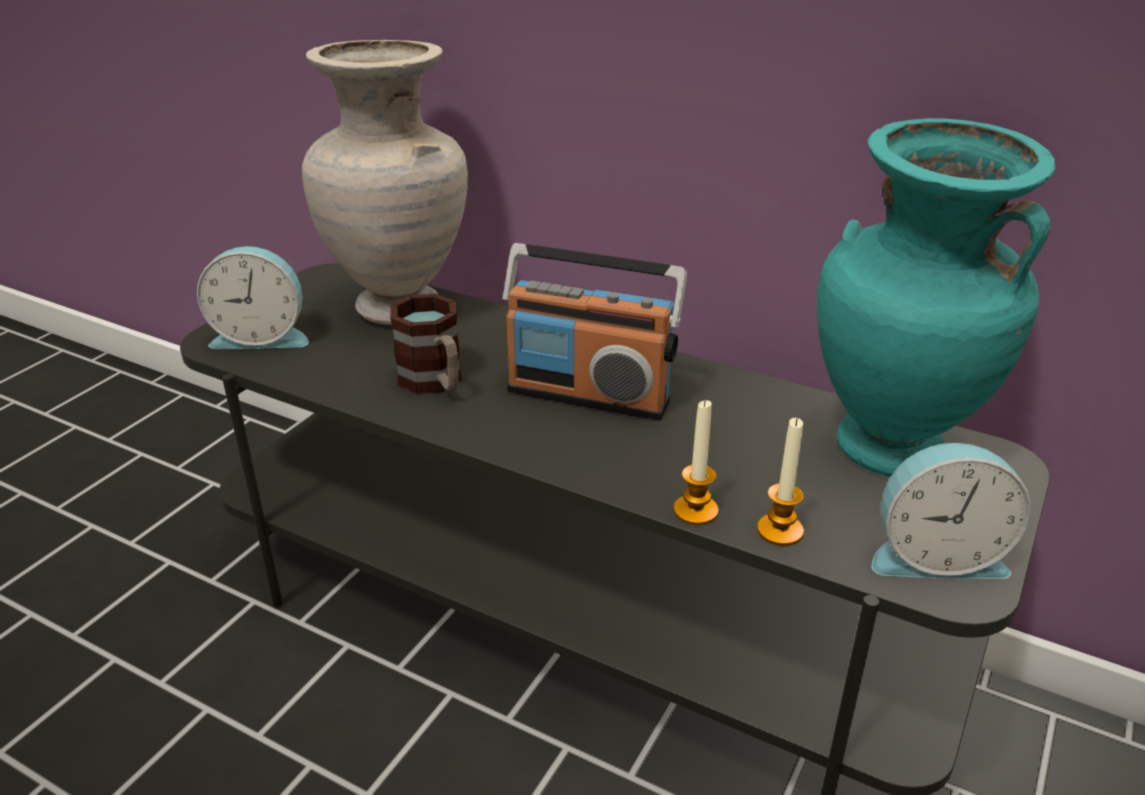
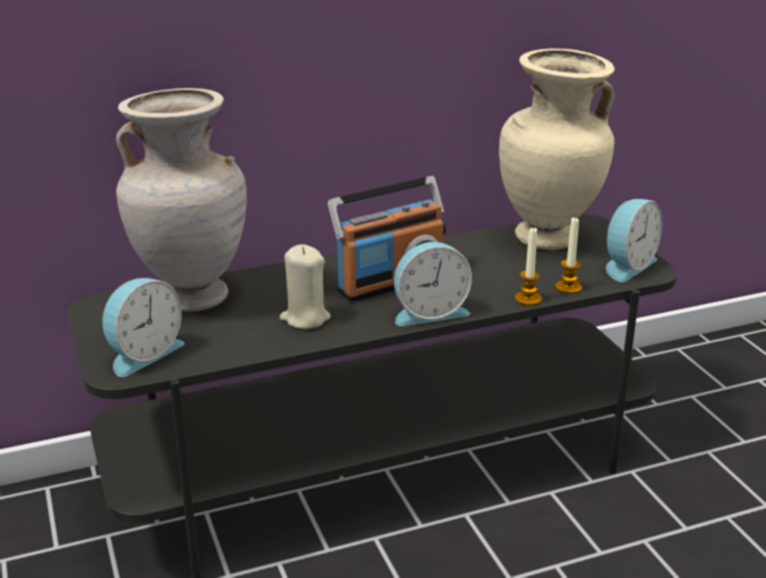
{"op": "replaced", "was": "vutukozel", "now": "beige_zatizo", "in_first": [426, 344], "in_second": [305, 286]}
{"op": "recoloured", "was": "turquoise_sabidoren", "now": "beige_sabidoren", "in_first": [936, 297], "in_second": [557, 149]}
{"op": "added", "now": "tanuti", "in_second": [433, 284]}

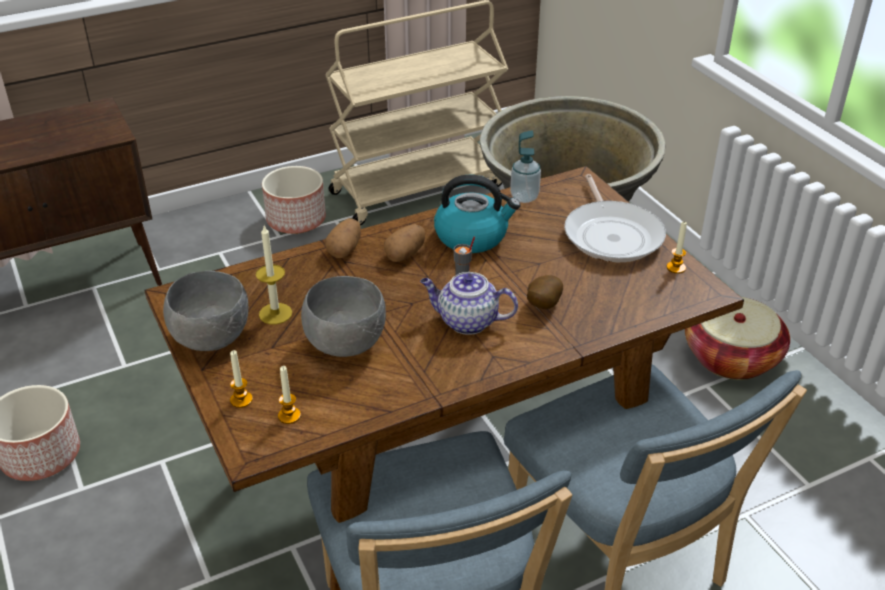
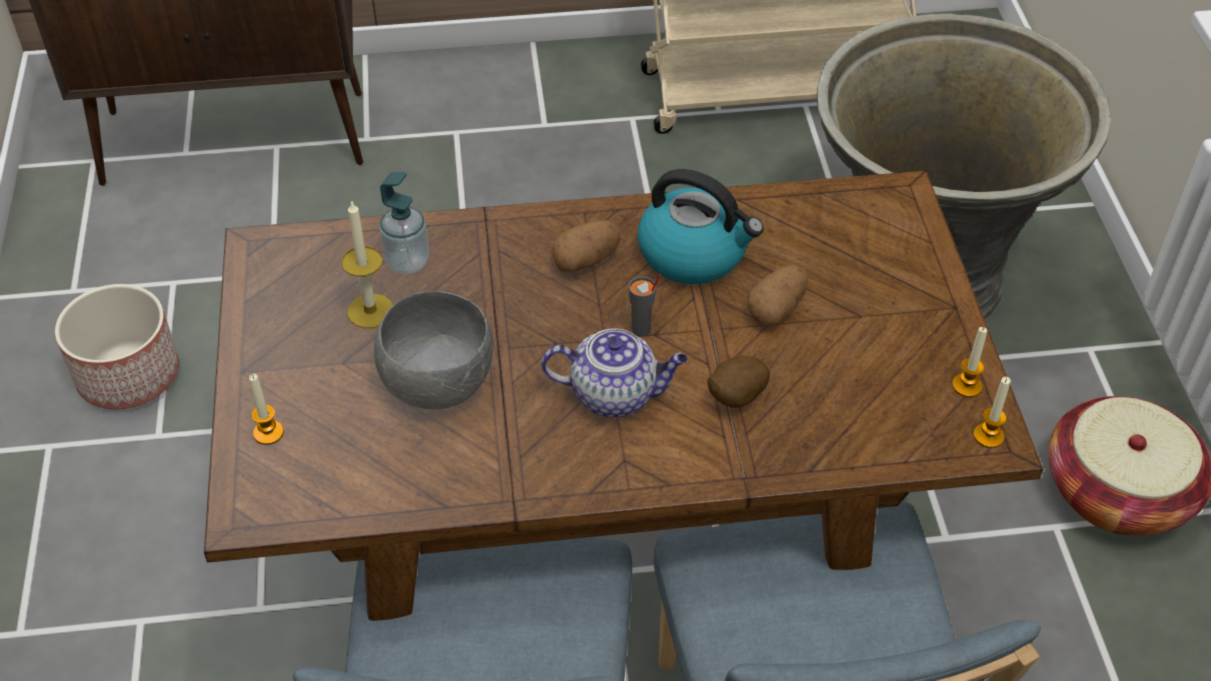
{"op": "removed", "was": "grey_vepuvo", "in_first": [205, 311]}
{"op": "removed", "was": "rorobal", "in_first": [294, 200]}
{"op": "moved", "was": "zatizo", "in_first": [289, 395], "in_second": [992, 412]}
{"op": "moved", "was": "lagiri", "in_first": [343, 238], "in_second": [777, 296]}
{"op": "turned", "was": "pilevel", "in_first": [469, 303], "in_second": [614, 372], "clockwise": 150}
{"op": "moved", "was": "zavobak", "in_first": [525, 166], "in_second": [404, 223]}
{"op": "removed", "was": "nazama", "in_first": [615, 218]}

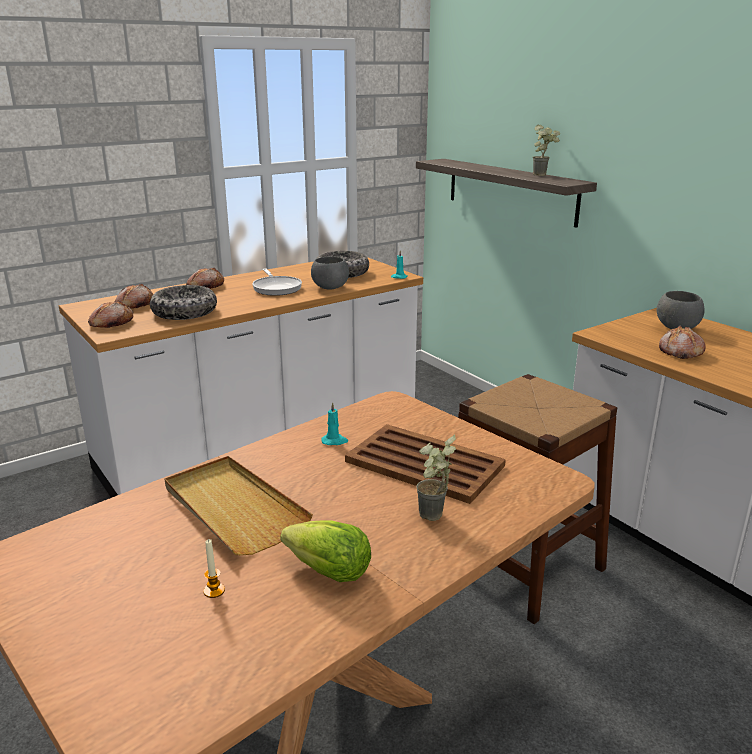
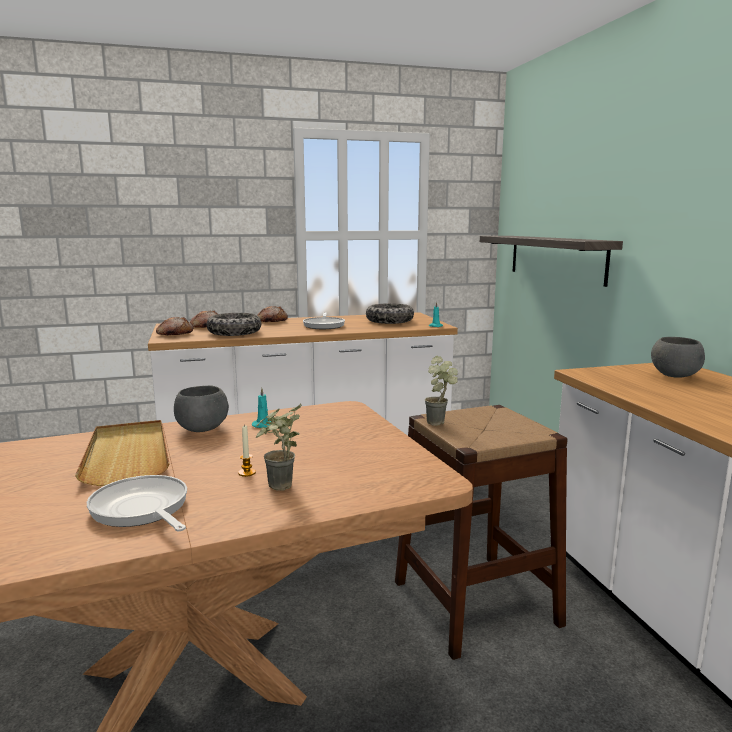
{"op": "moved", "was": "zatizo", "in_first": [214, 568], "in_second": [247, 451]}
{"op": "replaced", "was": "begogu", "now": "nazama", "in_first": [325, 551], "in_second": [137, 503]}
{"op": "moved", "was": "grey_vepuvo", "in_first": [330, 273], "in_second": [201, 409]}
{"op": "removed", "was": "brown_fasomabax", "in_first": [425, 464]}
{"op": "moved", "was": "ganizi", "in_first": [546, 150], "in_second": [441, 391]}
{"op": "removed", "was": "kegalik", "in_first": [682, 342]}

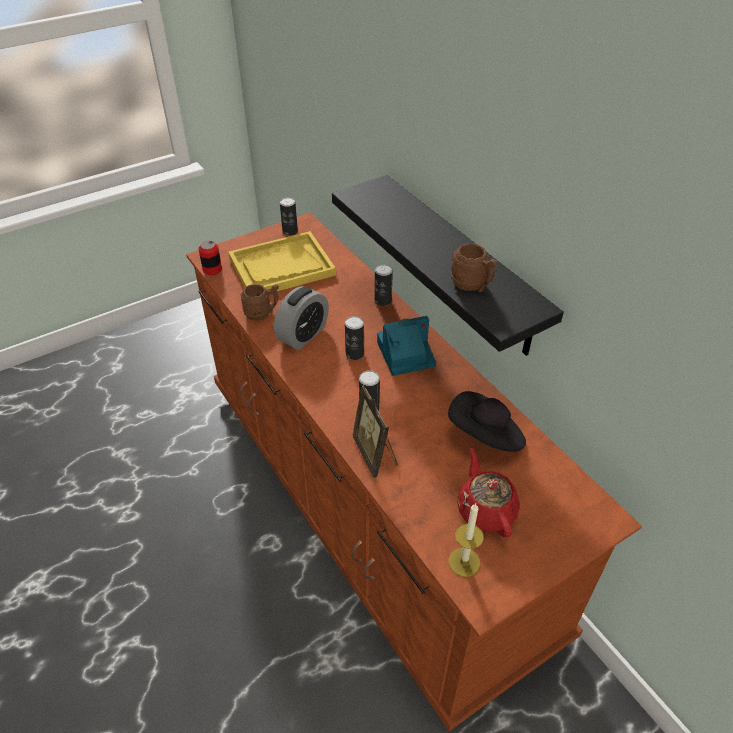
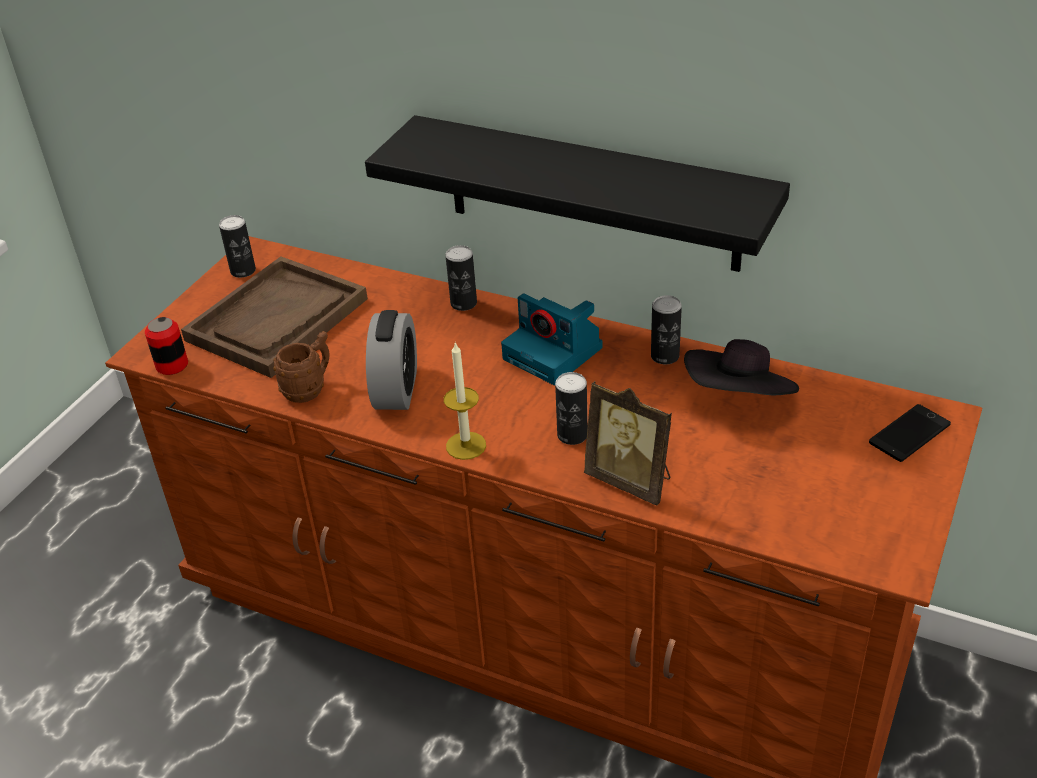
{"op": "recoloured", "was": "yellow_fasomabax", "now": "brown_fasomabax", "in_first": [282, 261], "in_second": [274, 317]}
{"op": "moved", "was": "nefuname", "in_first": [354, 338], "in_second": [666, 329]}
{"op": "turned", "was": "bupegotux", "in_first": [406, 346], "in_second": [552, 339], "clockwise": -90}
{"op": "moved", "was": "zatizo", "in_first": [466, 540], "in_second": [465, 401]}
{"op": "removed", "was": "brown_vutukozel", "in_first": [474, 267]}
{"op": "removed", "was": "red_pilevel", "in_first": [488, 492]}
{"op": "added", "now": "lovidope", "in_second": [910, 433]}

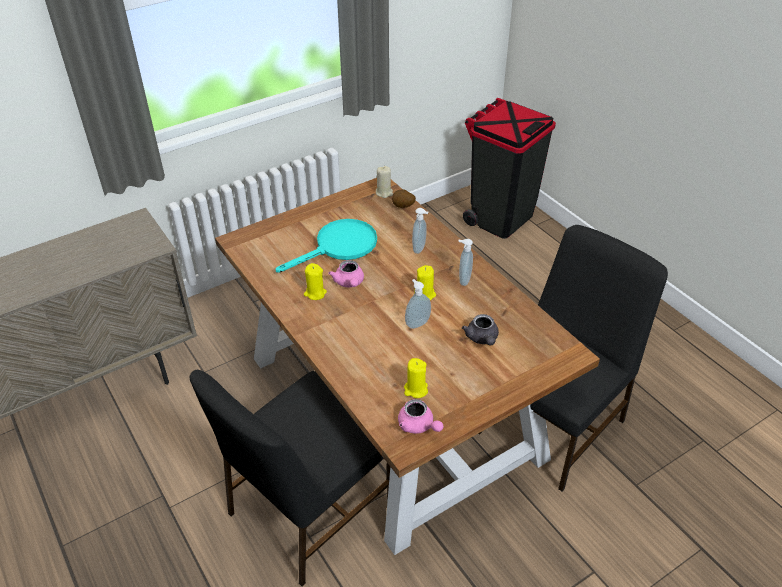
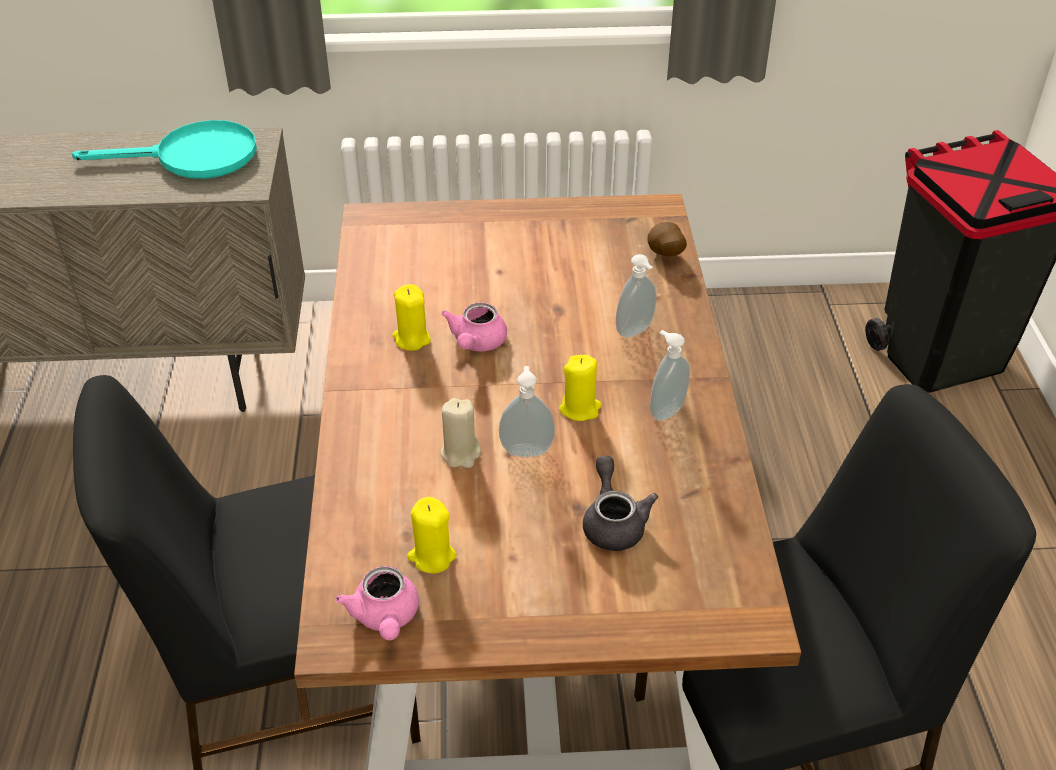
{"op": "moved", "was": "turquoise_nazama", "in_first": [326, 246], "in_second": [164, 149]}
{"op": "moved", "was": "beige_zatizo", "in_first": [384, 182], "in_second": [460, 433]}
{"op": "turned", "was": "grey_pilevel", "in_first": [480, 330], "in_second": [620, 503], "clockwise": 150}

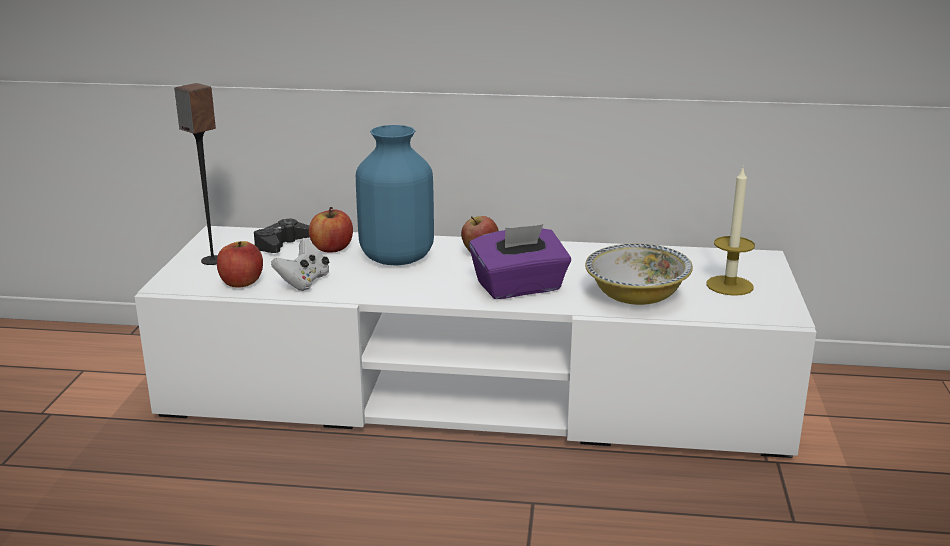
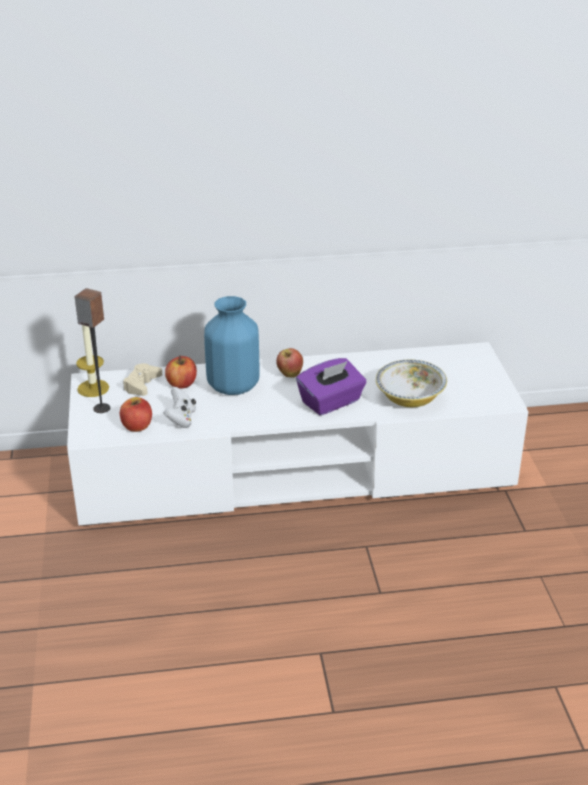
{"op": "recoloured", "was": "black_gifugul", "now": "beige_gifugul", "in_first": [281, 236], "in_second": [142, 379]}
{"op": "moved", "was": "zatizo", "in_first": [730, 232], "in_second": [92, 361]}

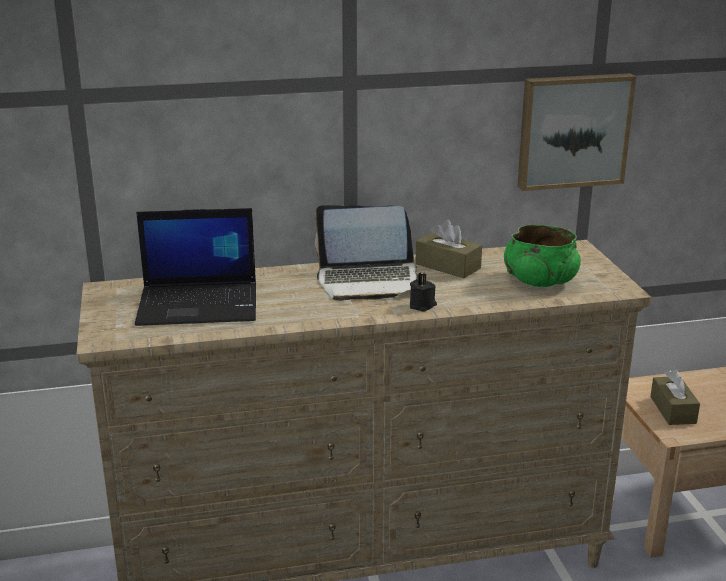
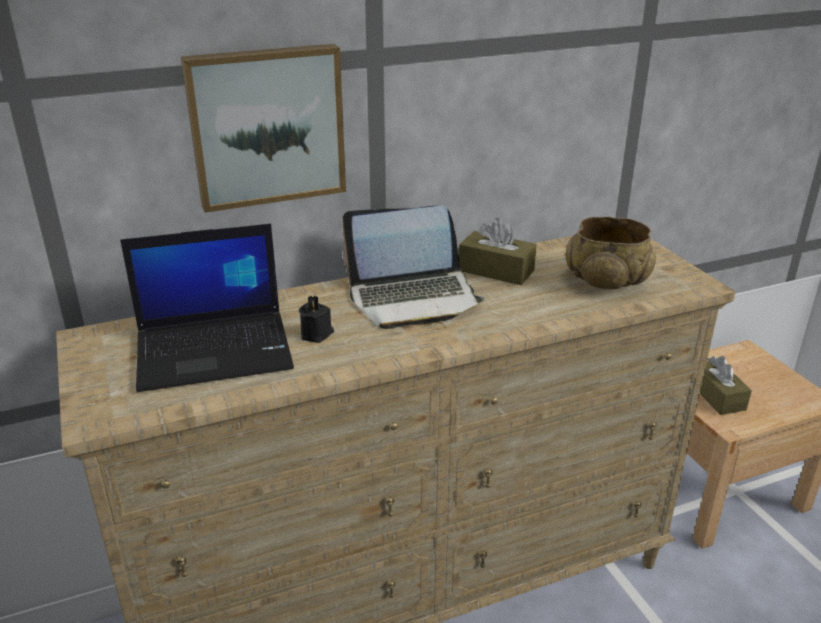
{"op": "moved", "was": "black_zatizo", "in_first": [423, 292], "in_second": [316, 319]}
{"op": "recoloured", "was": "green_vepuvo", "now": "beige_vepuvo", "in_first": [542, 255], "in_second": [610, 253]}
{"op": "moved", "was": "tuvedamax", "in_first": [576, 132], "in_second": [263, 128]}

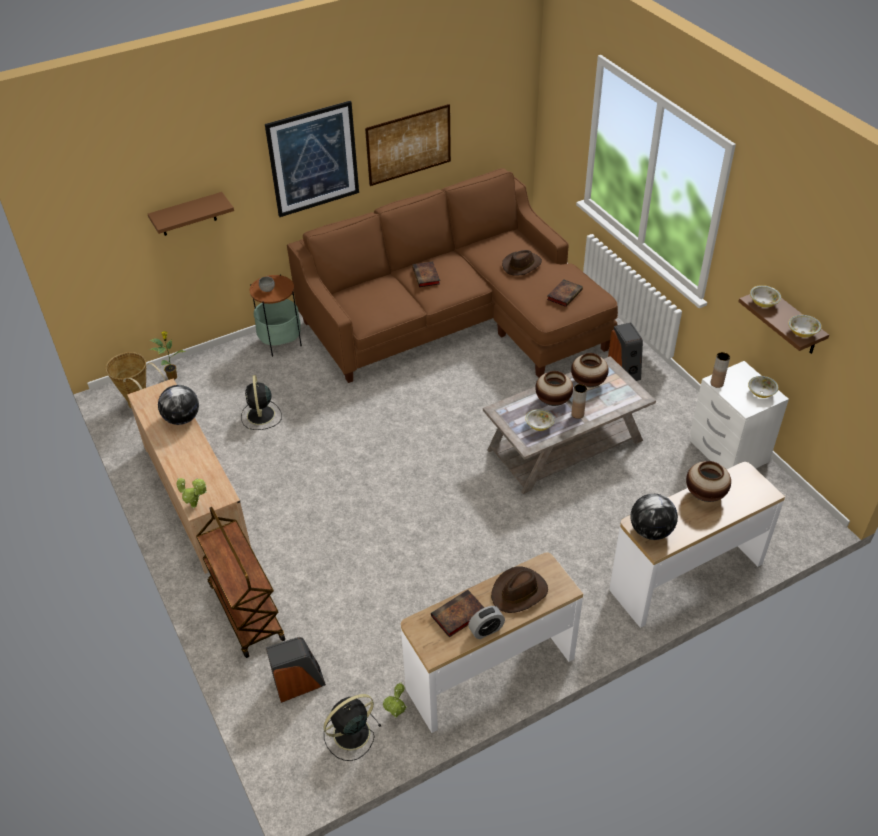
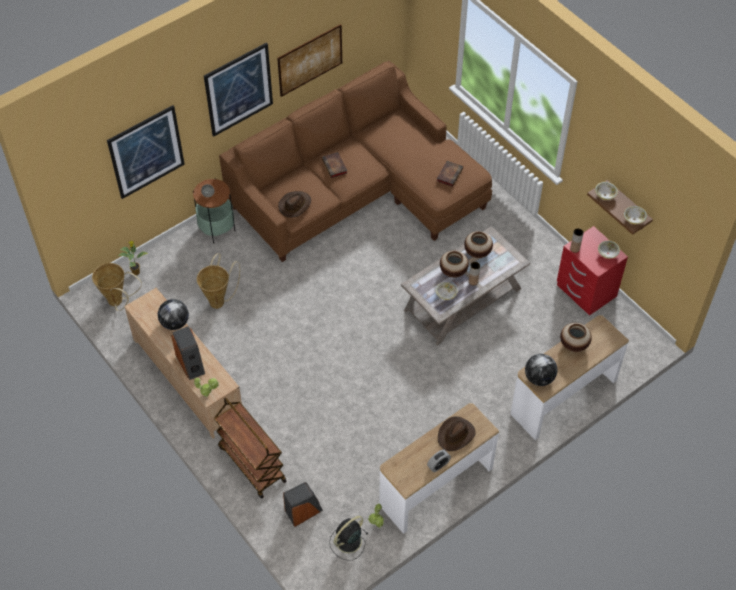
{"op": "replaced", "was": "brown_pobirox", "now": "tuvedamax", "in_first": [191, 214], "in_second": [146, 152]}
{"op": "replaced", "was": "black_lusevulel", "now": "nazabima", "in_first": [261, 402], "in_second": [218, 281]}
{"op": "removed", "was": "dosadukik", "in_first": [457, 613]}
{"op": "moved", "was": "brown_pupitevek", "in_first": [522, 263], "in_second": [294, 204]}
{"op": "moved", "was": "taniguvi", "in_first": [625, 351], "in_second": [188, 353]}
{"op": "recoloured", "was": "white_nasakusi", "now": "red_nasakusi", "in_first": [739, 415], "in_second": [592, 271]}

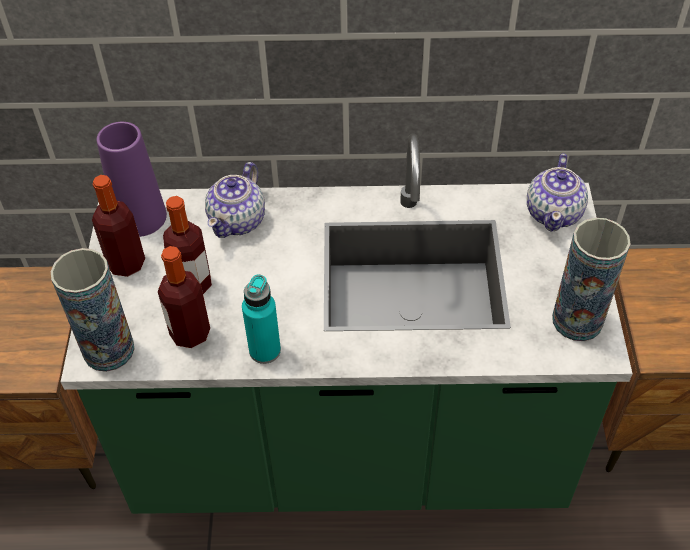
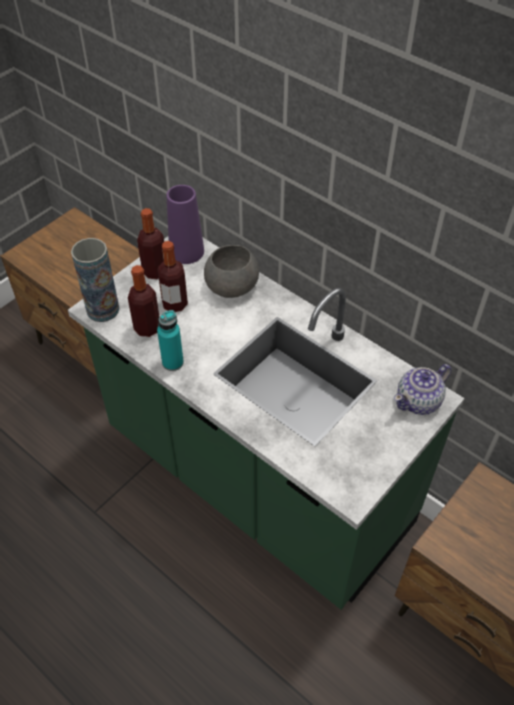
{"op": "replaced", "was": "pilevel", "now": "grey_vepuvo", "in_first": [235, 200], "in_second": [231, 271]}
{"op": "removed", "was": "sabidoren", "in_first": [591, 279]}

